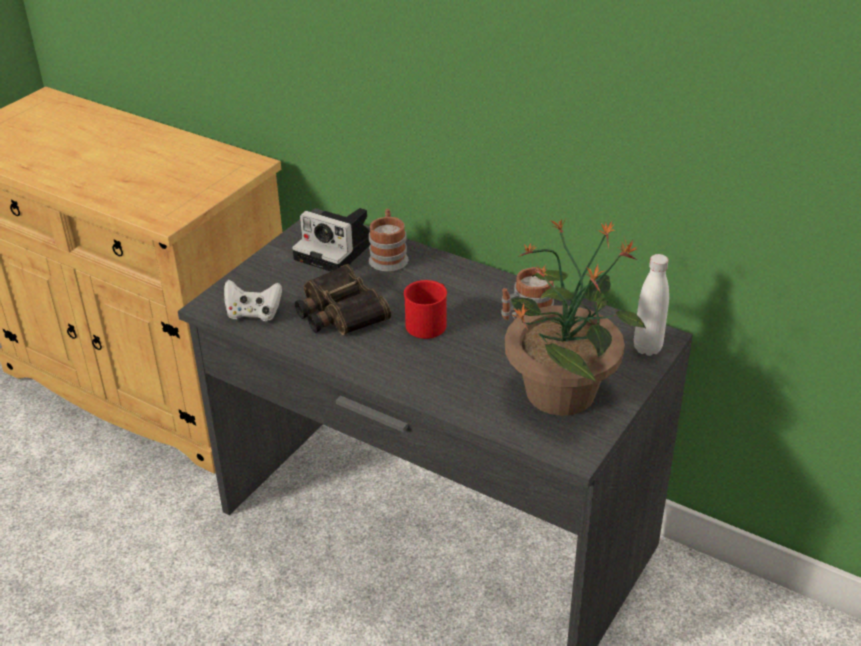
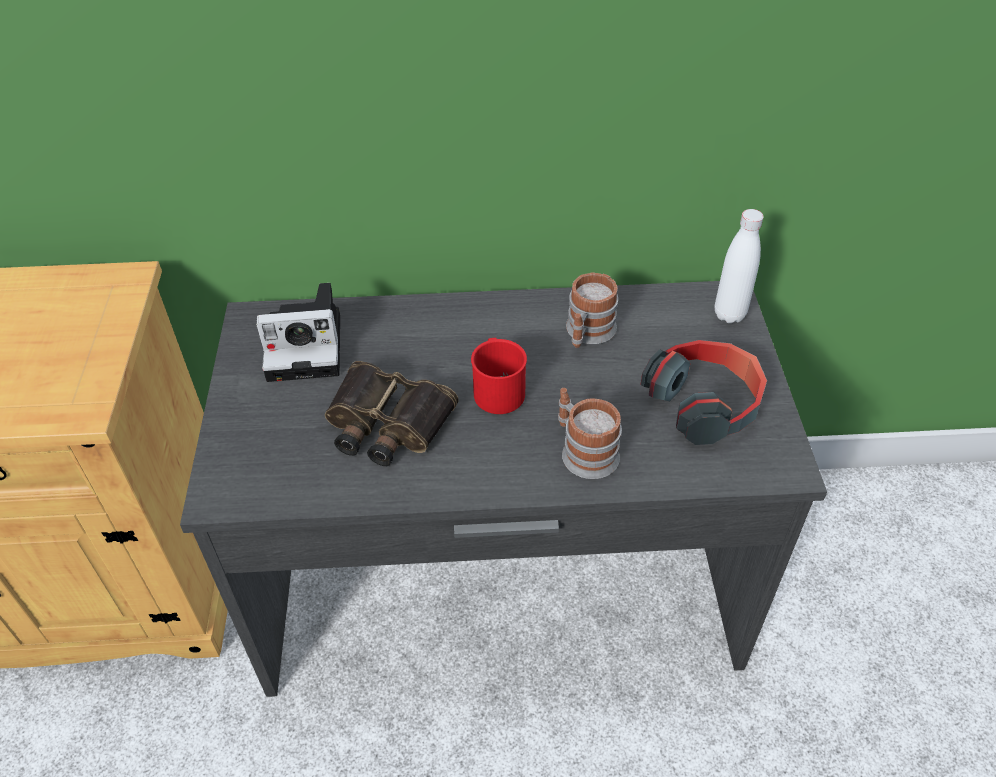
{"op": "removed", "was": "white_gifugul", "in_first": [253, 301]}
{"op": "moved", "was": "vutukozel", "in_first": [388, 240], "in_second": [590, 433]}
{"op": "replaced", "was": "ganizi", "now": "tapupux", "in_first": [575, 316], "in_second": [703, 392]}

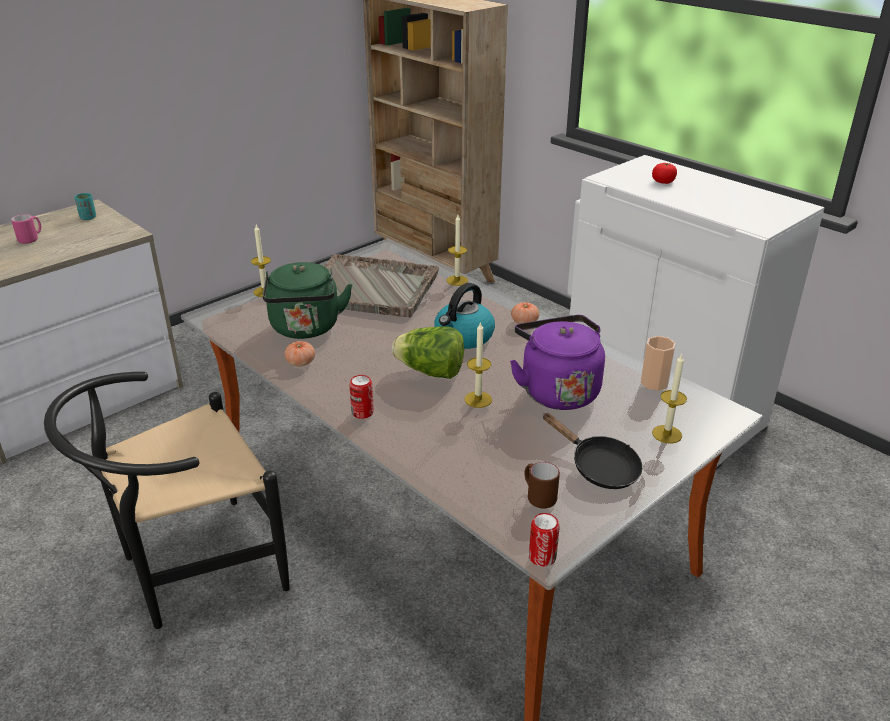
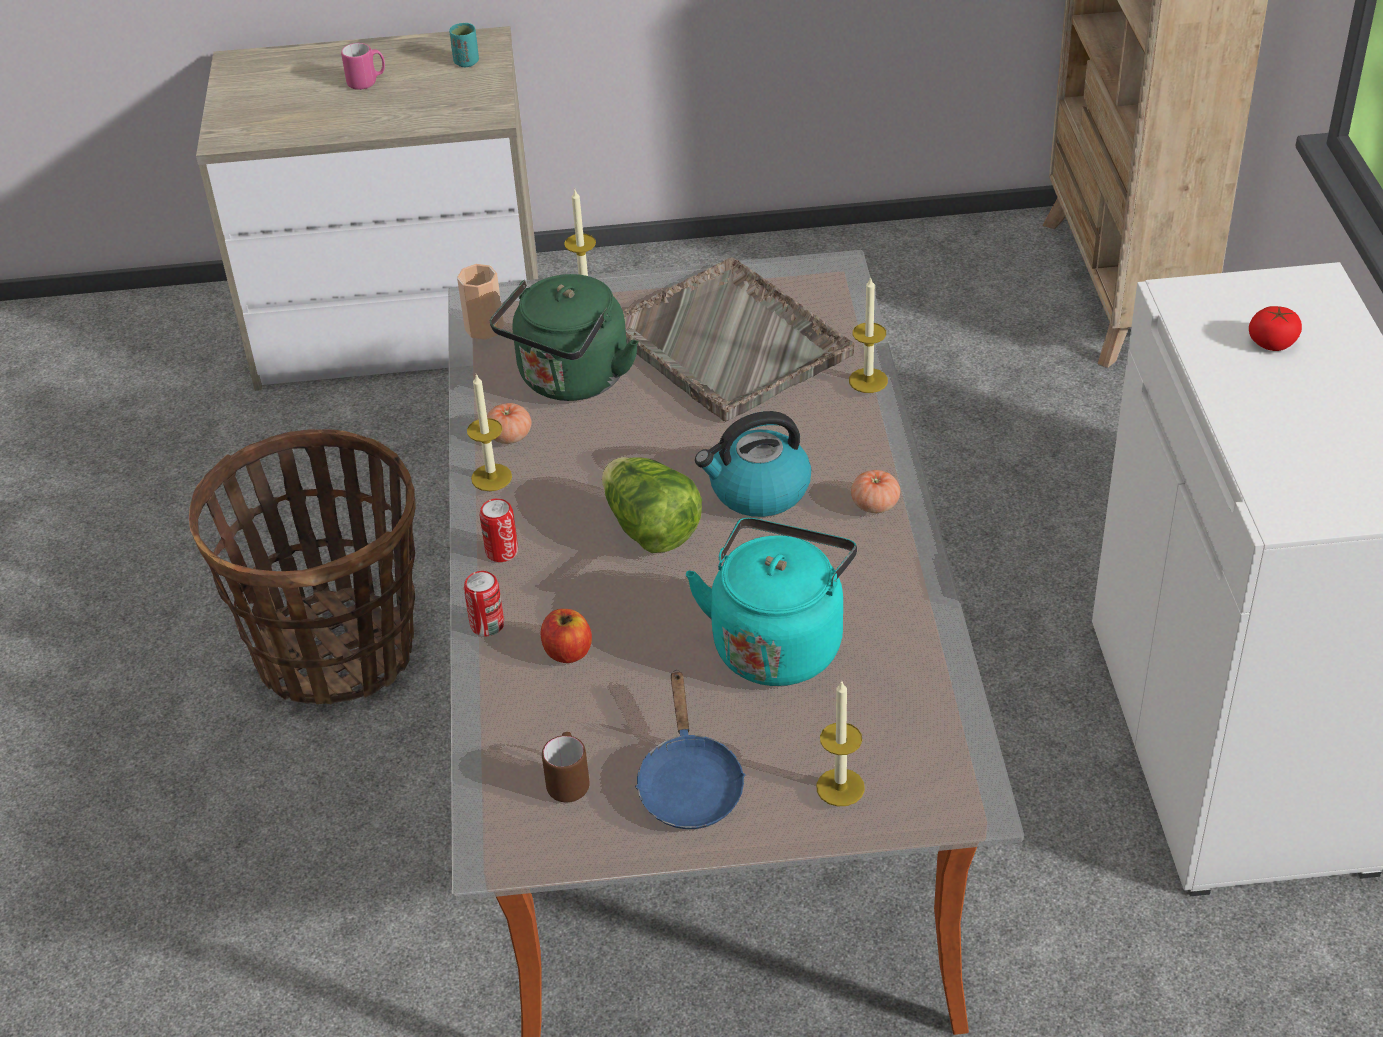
{"op": "replaced", "was": "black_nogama", "now": "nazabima", "in_first": [167, 500], "in_second": [302, 566]}
{"op": "moved", "was": "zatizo", "in_first": [478, 364], "in_second": [489, 432]}
{"op": "recoloured", "was": "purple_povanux", "now": "turquoise_povanux", "in_first": [557, 362], "in_second": [771, 602]}
{"op": "moved", "was": "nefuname", "in_first": [544, 540], "in_second": [484, 603]}
{"op": "recoloured", "was": "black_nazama", "now": "blue_nazama", "in_first": [592, 451], "in_second": [690, 749]}
{"op": "moved", "was": "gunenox", "in_first": [658, 363], "in_second": [480, 302]}
{"op": "added", "now": "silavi", "in_second": [566, 636]}

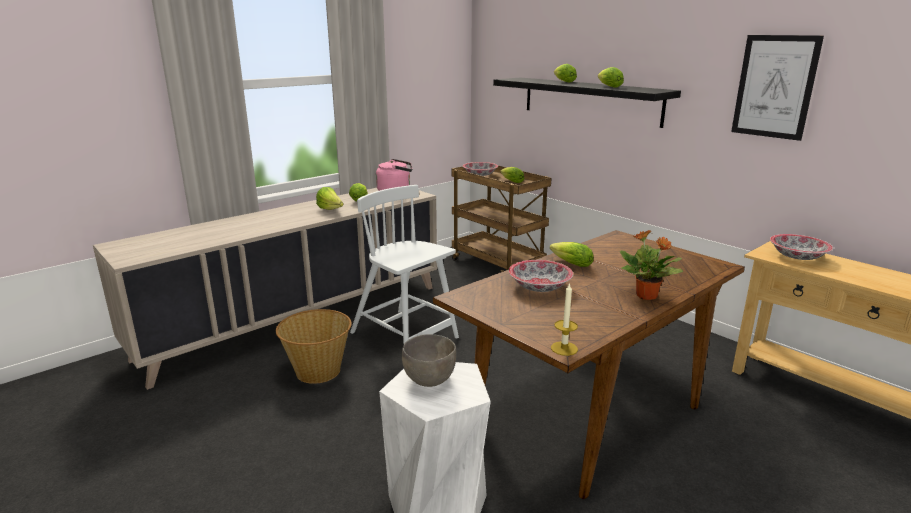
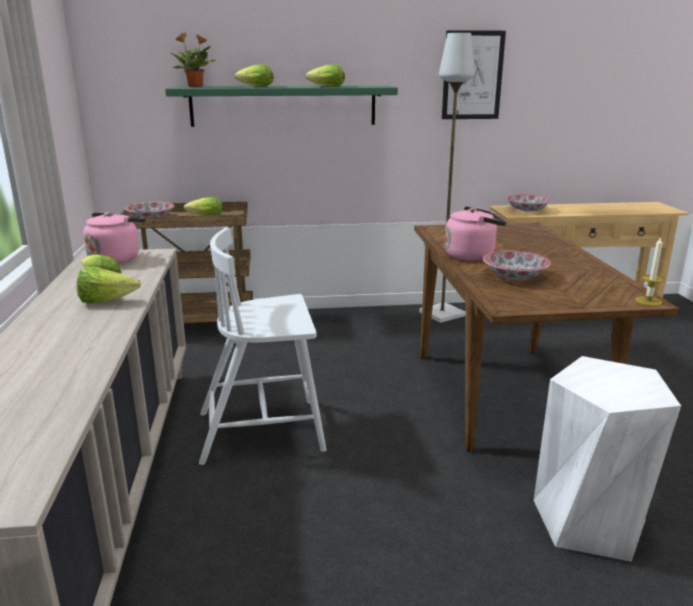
{"op": "removed", "was": "nazabima", "in_first": [314, 346]}
{"op": "removed", "was": "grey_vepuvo", "in_first": [429, 360]}
{"op": "recoloured", "was": "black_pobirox", "now": "green_pobirox", "in_first": [587, 103], "in_second": [281, 106]}
{"op": "replaced", "was": "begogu", "now": "pink_povanux", "in_first": [572, 254], "in_second": [476, 233]}
{"op": "moved", "was": "ganizi", "in_first": [651, 265], "in_second": [193, 60]}
{"op": "added", "now": "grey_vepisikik", "in_second": [447, 178]}

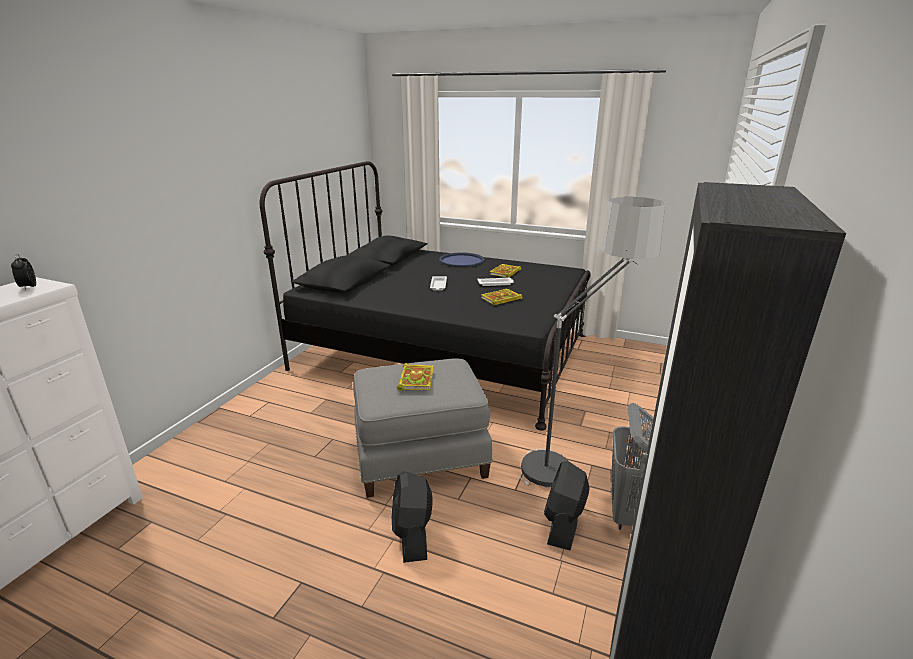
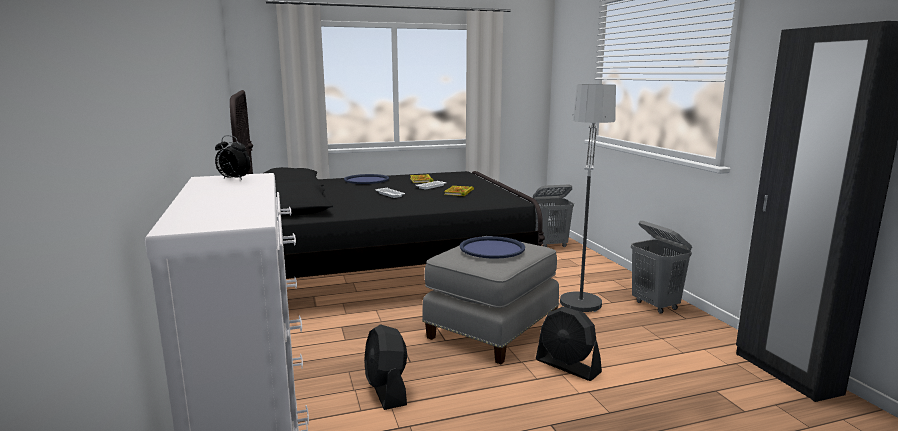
{"op": "replaced", "was": "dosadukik", "now": "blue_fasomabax", "in_first": [415, 377], "in_second": [492, 247]}
{"op": "moved", "was": "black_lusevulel", "in_first": [567, 505], "in_second": [385, 367]}
{"op": "added", "now": "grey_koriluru", "in_second": [553, 215]}

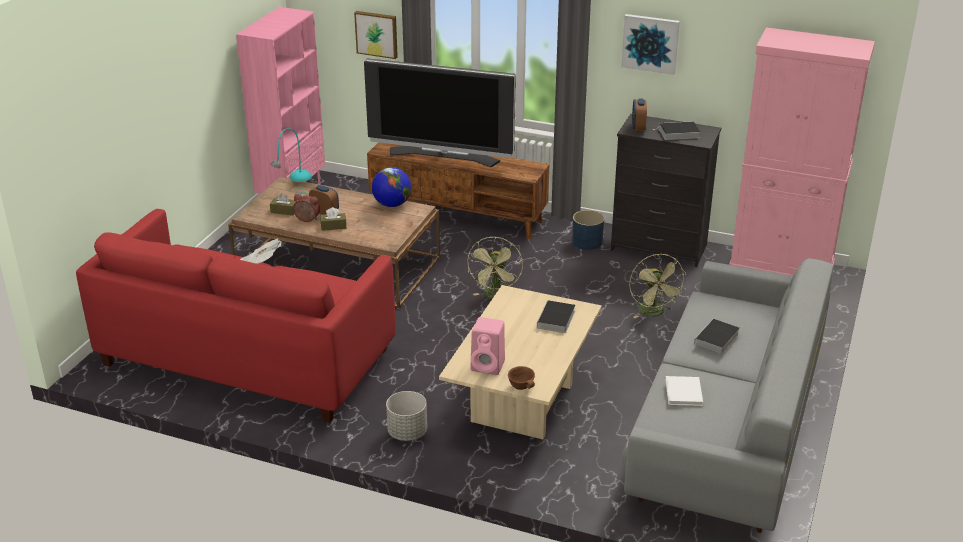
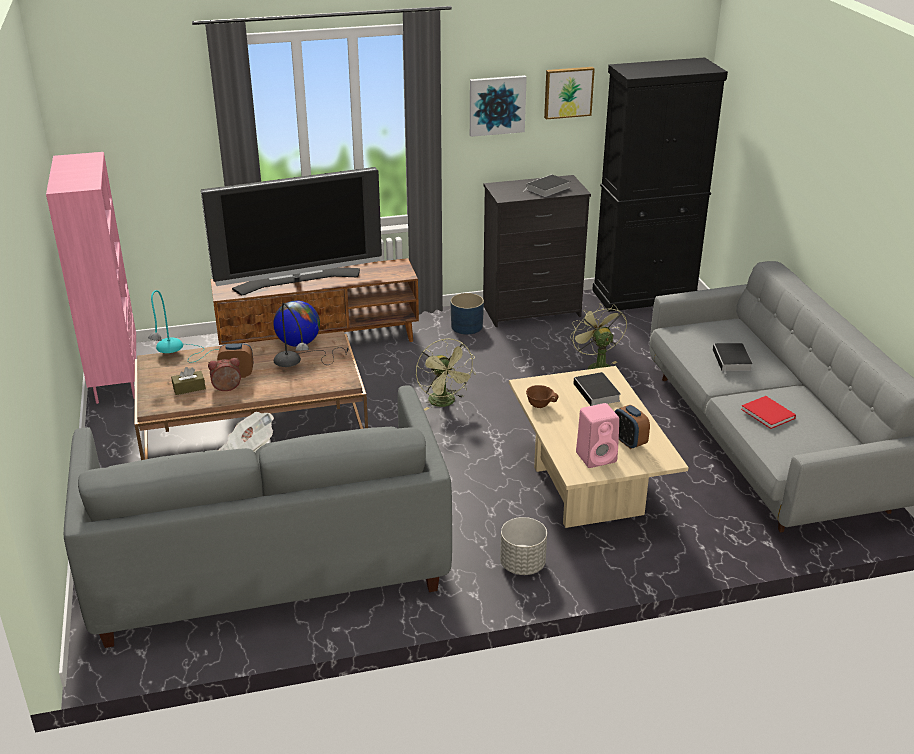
{"op": "recoloured", "was": "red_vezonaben", "now": "grey_vezonaben", "in_first": [236, 316], "in_second": [258, 516]}
{"op": "removed", "was": "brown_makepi", "in_first": [333, 219]}
{"op": "moved", "was": "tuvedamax", "in_first": [376, 35], "in_second": [569, 93]}
{"op": "moved", "was": "brown_vepuvo", "in_first": [521, 378], "in_second": [542, 396]}
{"op": "turned", "was": "green_lusevulel", "in_first": [657, 286], "in_second": [598, 336], "clockwise": -150}
{"op": "moved", "was": "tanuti", "in_first": [639, 114], "in_second": [632, 427]}
{"op": "recoloured", "was": "white_dosadukik", "now": "red_dosadukik", "in_first": [684, 391], "in_second": [768, 412]}
{"op": "recoloured", "was": "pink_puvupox", "now": "black_puvupox", "in_first": [802, 151], "in_second": [660, 185]}
{"op": "added", "now": "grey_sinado", "in_second": [311, 335]}

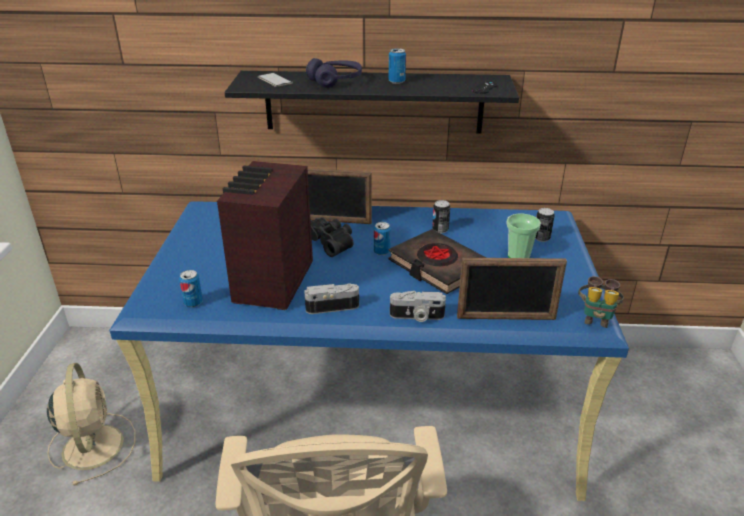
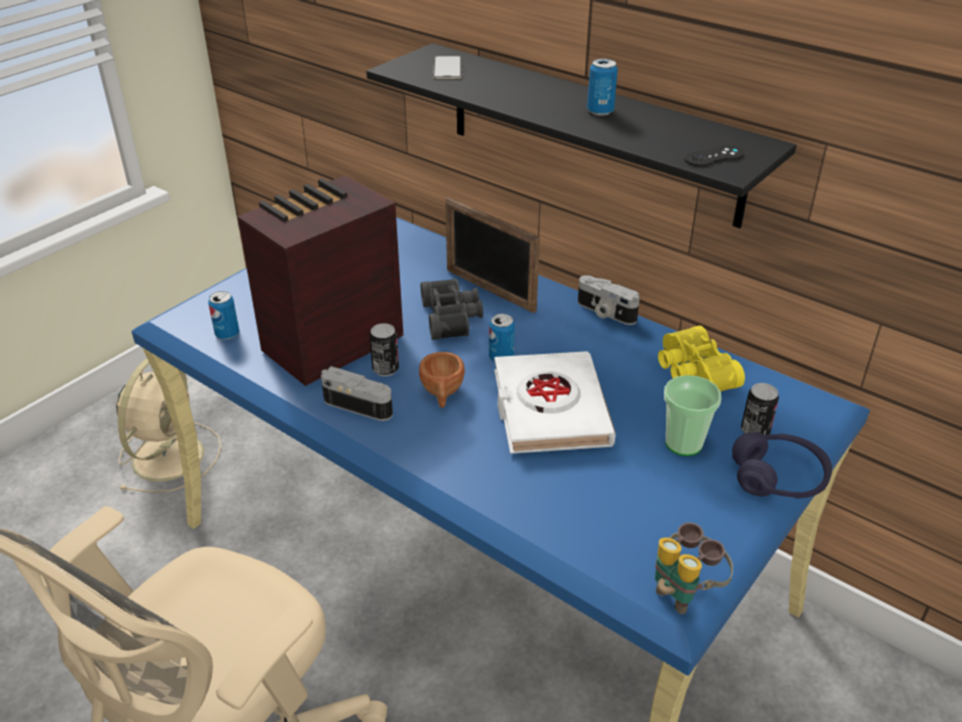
{"op": "moved", "was": "purple_tapupux", "in_first": [334, 73], "in_second": [782, 465]}
{"op": "recoloured", "was": "black_dosadukik", "now": "white_dosadukik", "in_first": [437, 261], "in_second": [555, 402]}
{"op": "moved", "was": "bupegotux", "in_first": [418, 306], "in_second": [609, 300]}
{"op": "moved", "was": "nefuname", "in_first": [441, 216], "in_second": [384, 349]}
{"op": "removed", "was": "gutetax", "in_first": [512, 289]}
{"op": "added", "now": "brown_gunenox", "in_second": [442, 380]}
{"op": "added", "now": "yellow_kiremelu", "in_second": [701, 359]}

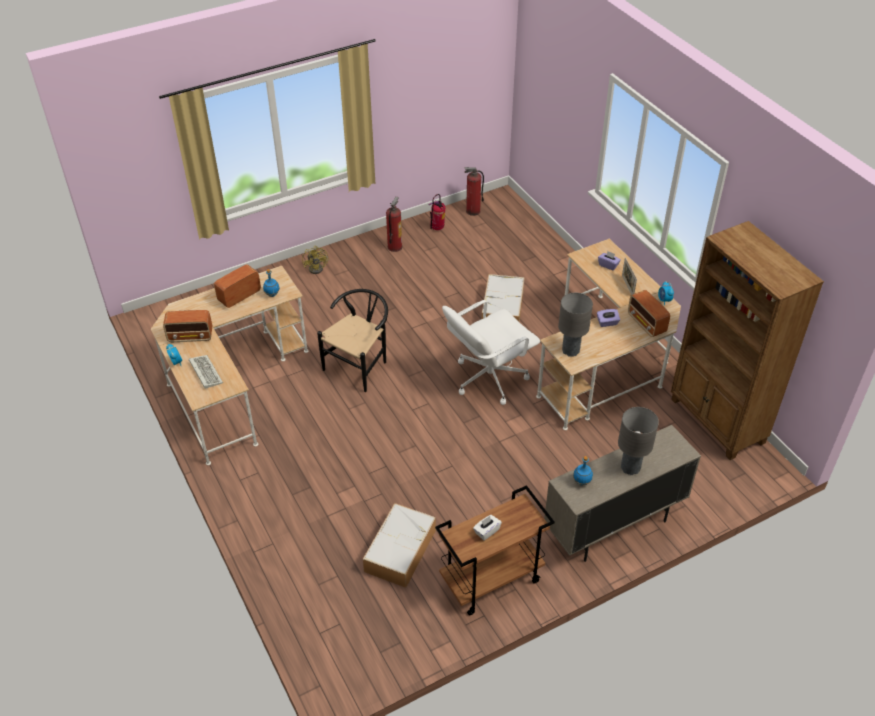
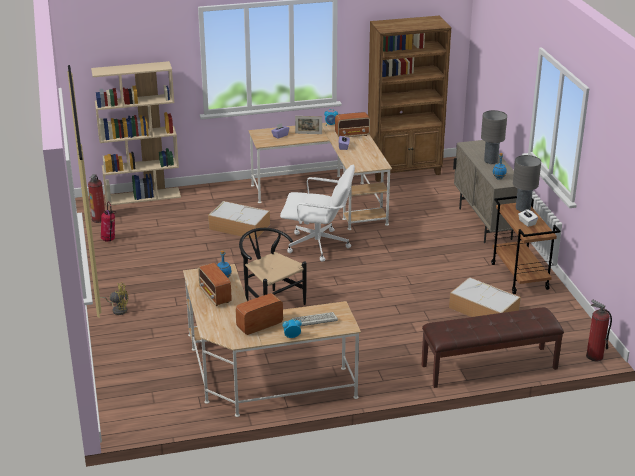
{"op": "turned", "was": "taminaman", "in_first": [187, 326], "in_second": [259, 314], "clockwise": -135}
{"op": "moved", "was": "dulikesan", "in_first": [394, 224], "in_second": [599, 330]}
{"op": "turned", "was": "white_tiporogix", "in_first": [491, 352], "in_second": [317, 213], "clockwise": -60}
{"op": "moved", "was": "grey_sinado", "in_first": [575, 325], "in_second": [527, 183]}
{"op": "added", "now": "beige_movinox", "in_second": [136, 133]}
{"op": "added", "now": "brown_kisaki", "in_second": [493, 347]}

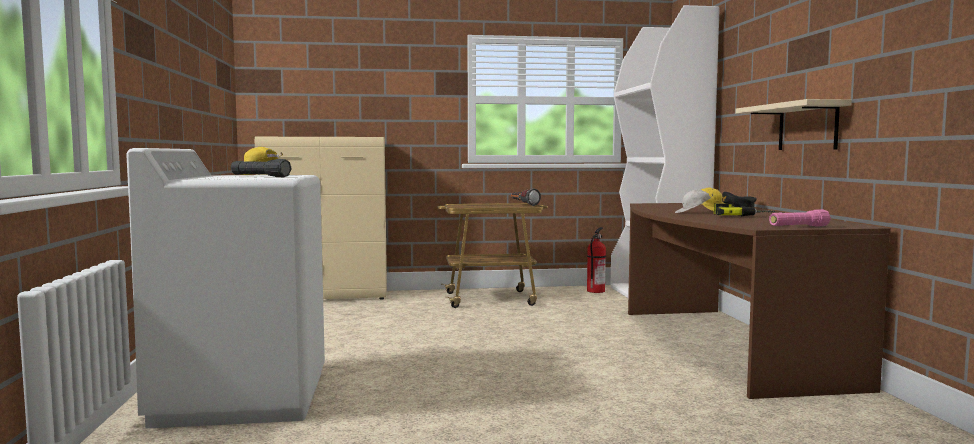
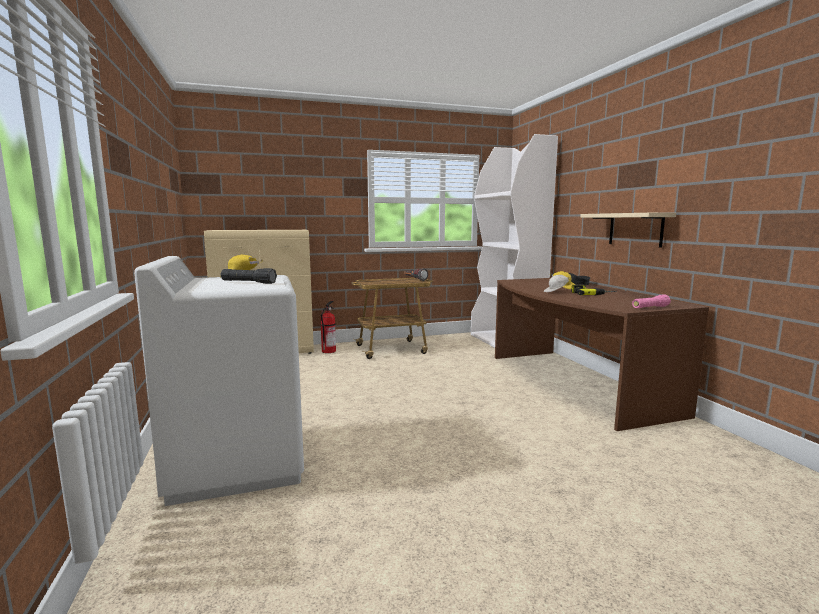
{"op": "moved", "was": "dulikesan", "in_first": [596, 260], "in_second": [328, 327]}

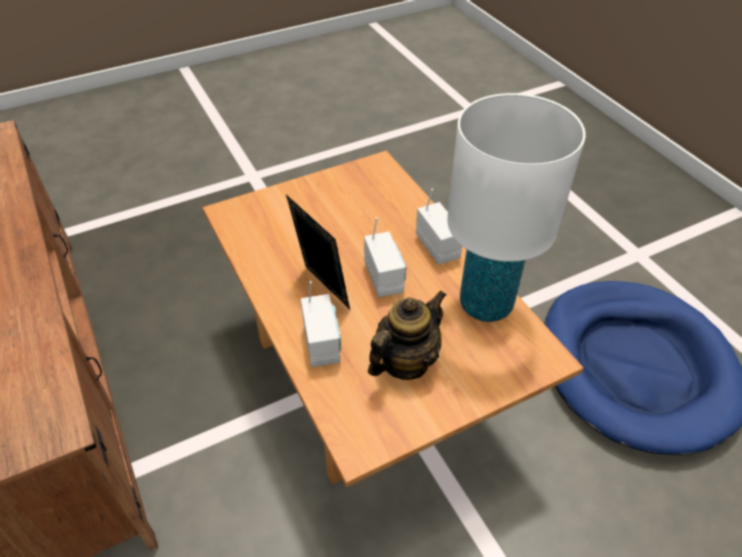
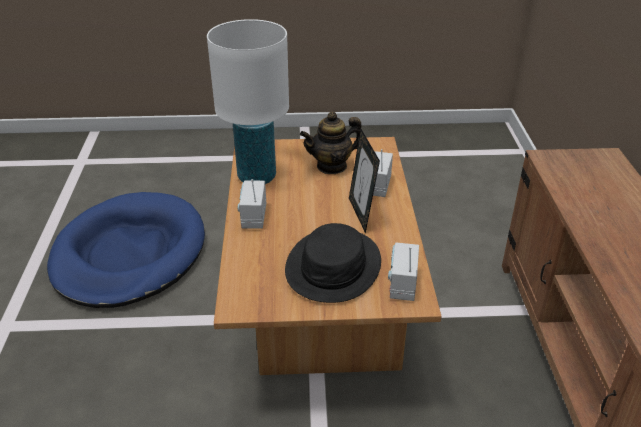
{"op": "moved", "was": "taminaman", "in_first": [385, 257], "in_second": [403, 272]}
{"op": "added", "now": "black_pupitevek", "in_second": [333, 263]}

